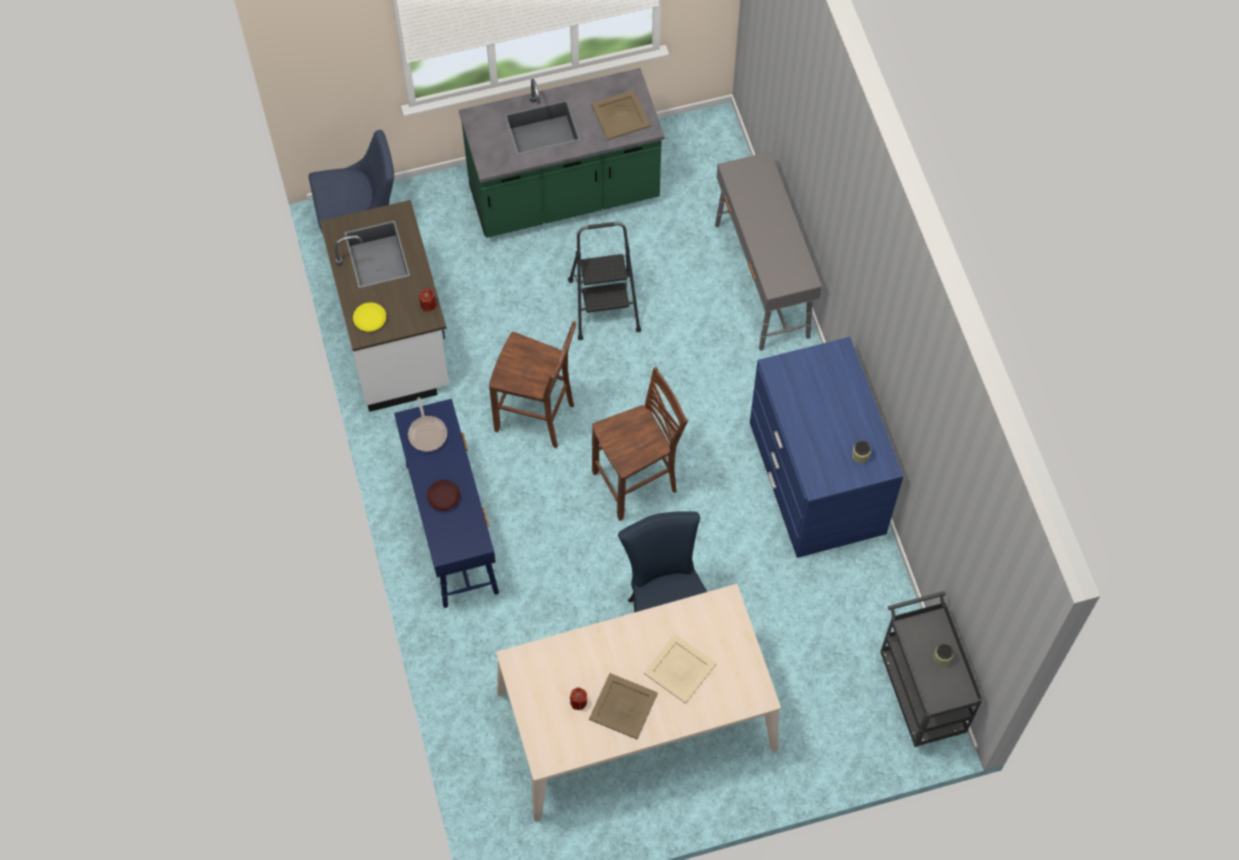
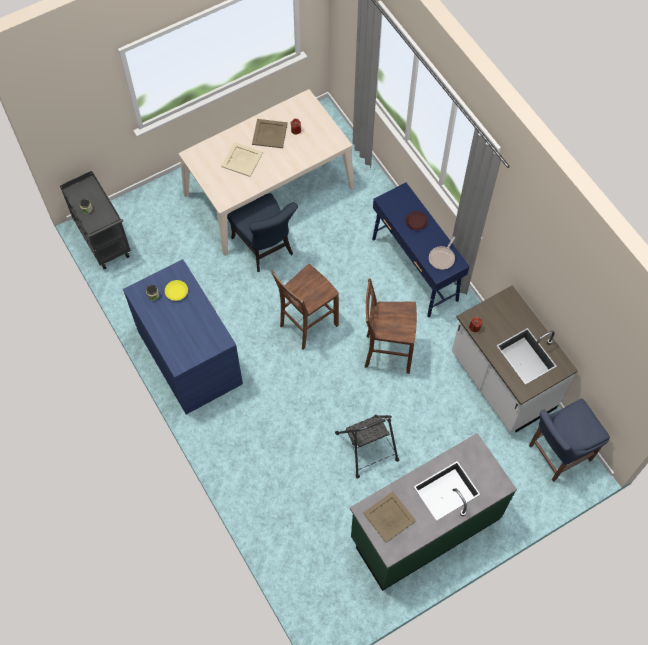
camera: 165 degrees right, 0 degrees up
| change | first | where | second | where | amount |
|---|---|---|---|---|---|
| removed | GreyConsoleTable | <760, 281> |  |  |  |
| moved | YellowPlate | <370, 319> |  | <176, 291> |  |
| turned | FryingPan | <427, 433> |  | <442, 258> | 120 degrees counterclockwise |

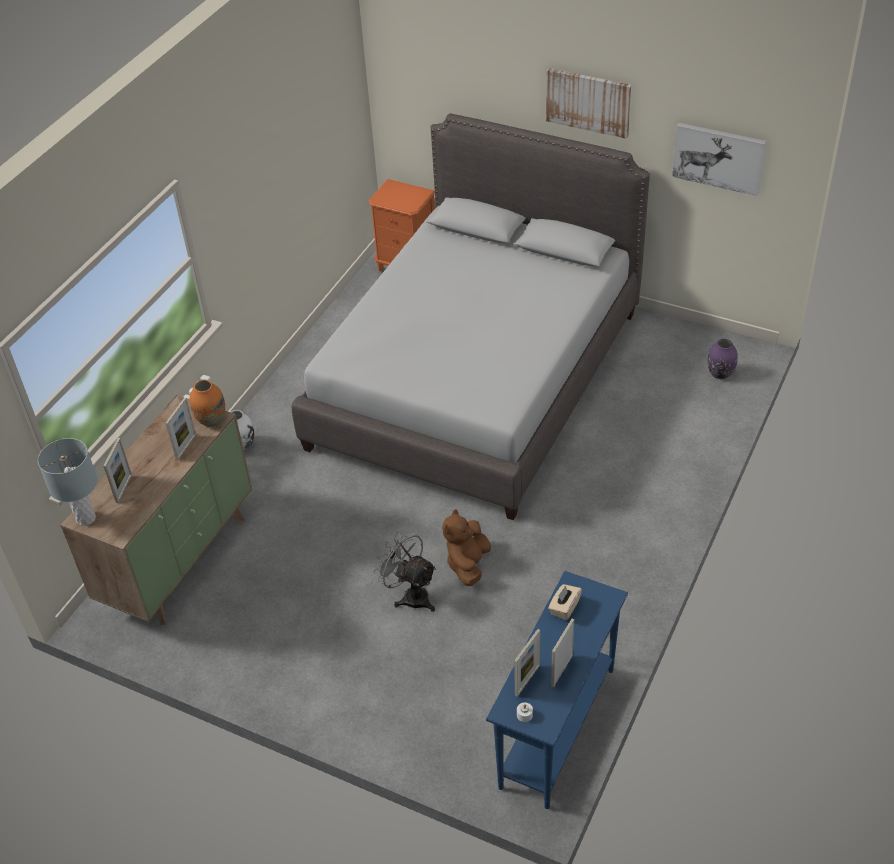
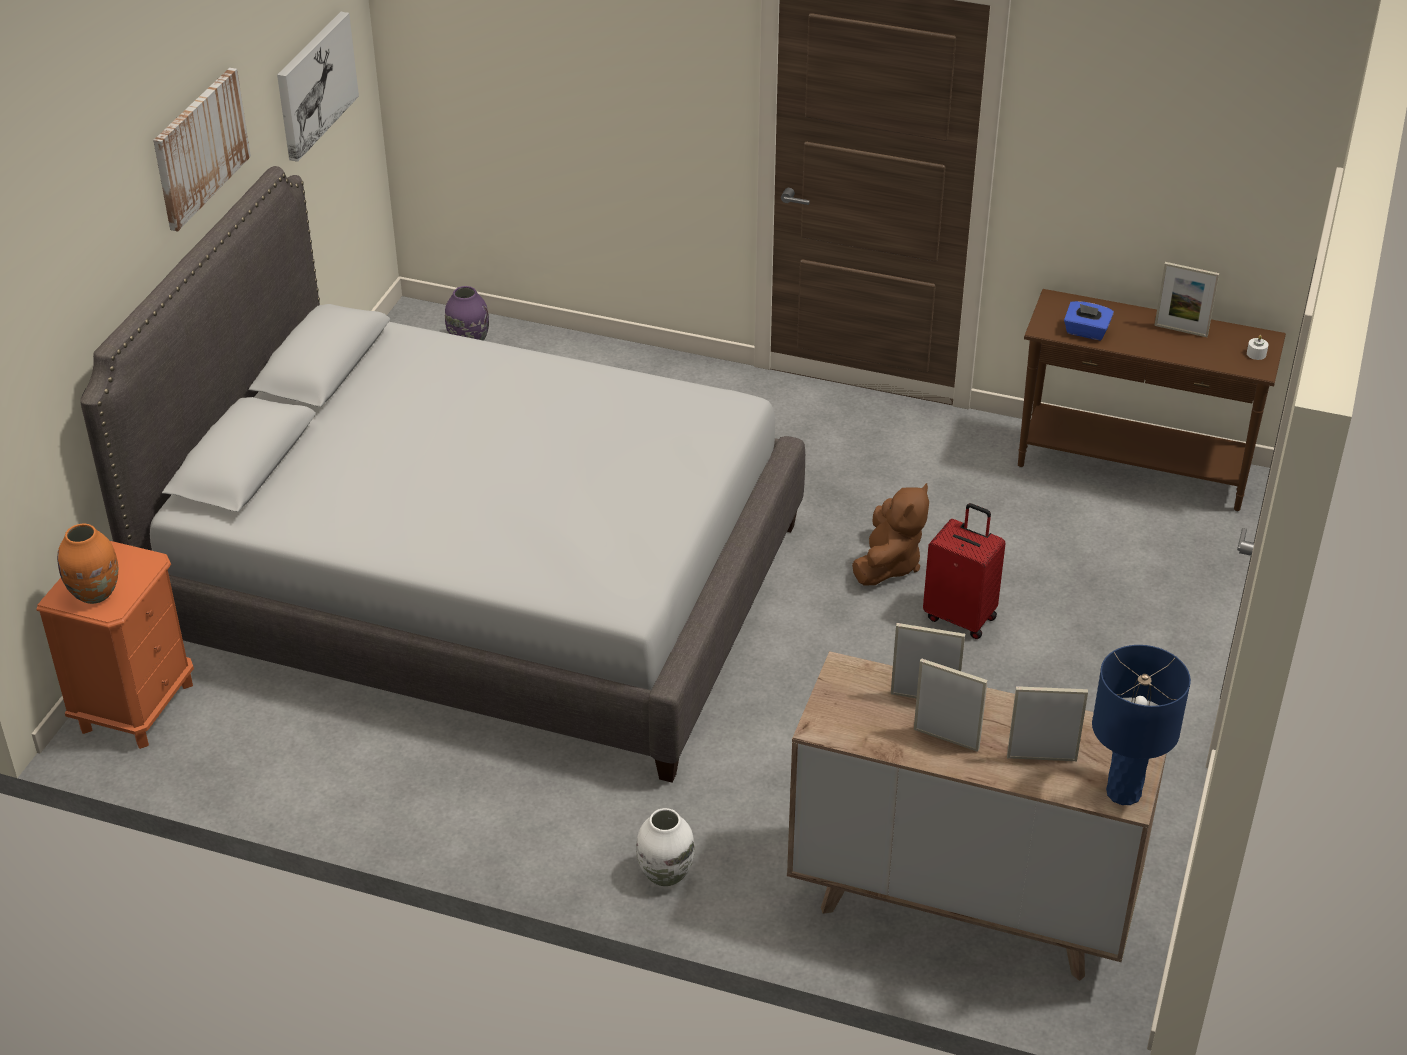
camera: 100 degrees left, 5 degrees down
| change | first | where | second | where | amount |
|---|---|---|---|---|---|
| moved | OrangeVase | <211, 420> |  | <95, 593> |  |
| recoloured | GreyTableLamp | <85, 518> | BlueTableLamp | <1124, 793> |  |
| turned | BrownPlushToy | <468, 564> |  | <888, 564> | 75 degrees counterclockwise |
| replaced | GreyFan | <410, 595> | RedSuitcase | <961, 617> |  |
| recoloured | BlueConsoleTable | <558, 729> | BrownConsoleTable | <1134, 468> |  |
| recoloured | BeigeTissueBox | <564, 608> | BlueTissueBox | <1086, 332> |  |
| moved | PictureFrame | <527, 680> |  | <946, 739> |  |

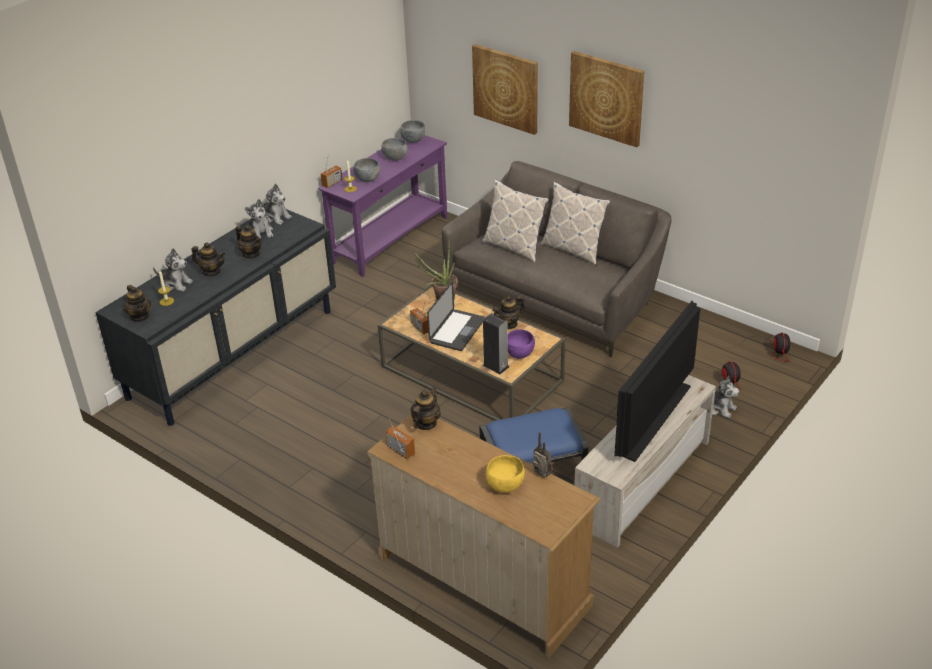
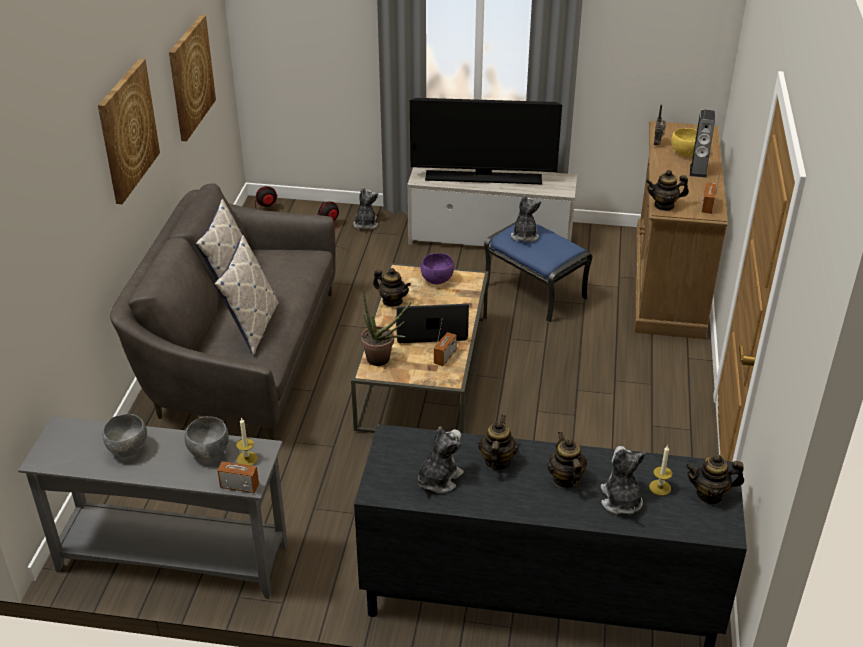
camera: 120 degrees left, 0 degrees up
| change | first | where | second | where | amount |
|---|---|---|---|---|---|
| moved | Picture | <506, 88> |  | <190, 77> |  |
| removed | GreyBowl | <413, 140> |  |  |  |
| recoloured | PurpleConsoleTable | <390, 239> | GreyConsoleTable | <172, 558> |  |
| moved | PlushToy | <276, 217> |  | <524, 235> |  |
| turned | Teapot | <140, 316> |  | <710, 495> | 120 degrees counterclockwise |
| moved | Speaker | <496, 366> |  | <698, 170> |  |

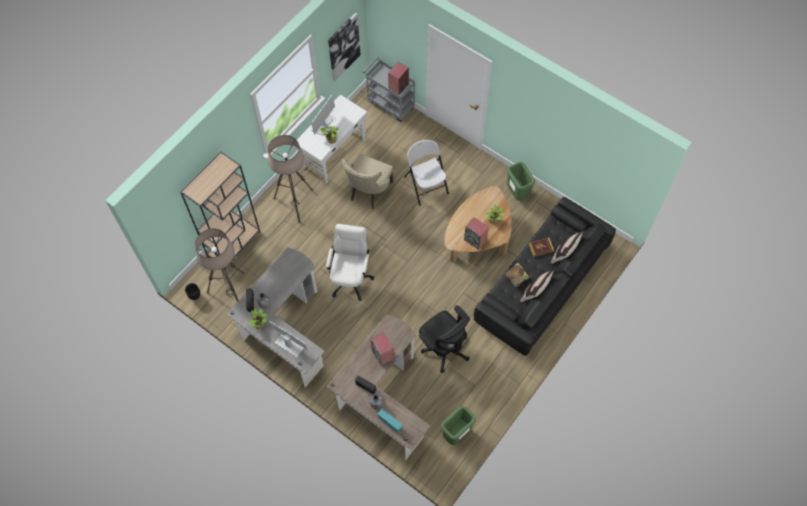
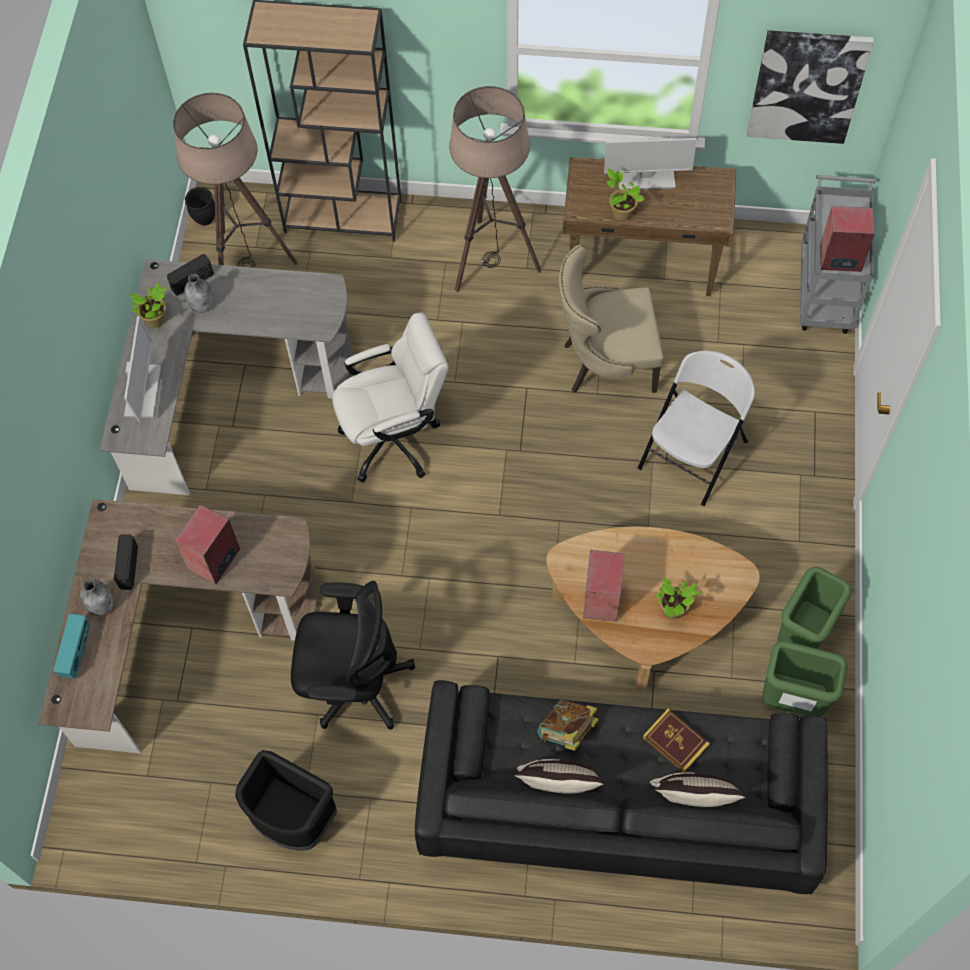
camera: 60 degrees right, 0 degrees up
| change | first | where | second | where | amount |
|---|---|---|---|---|---|
| recoloured | WhiteConsoleTable | <334, 154> | BrownConsoleTable | <642, 262> |  |
| turned | BlackOfficeChair | <443, 347> |  | <352, 685> | 105 degrees counterclockwise |
| moved | GreenTrashCan | <456, 434> |  | <791, 702> |  |
| added |  |  | BlackTrashCan | <293, 819> |  |

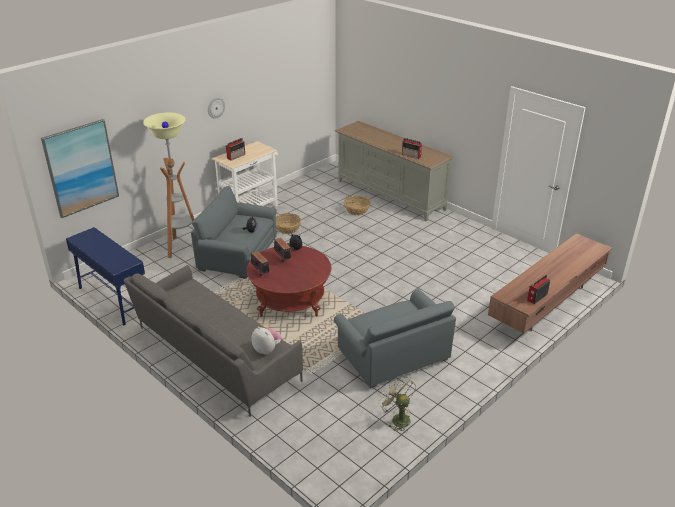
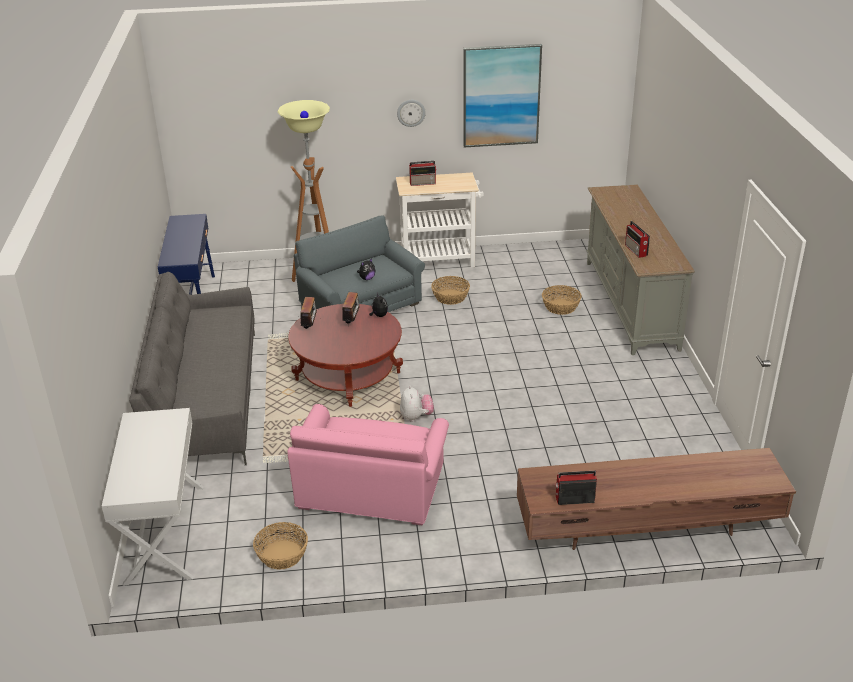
camera: 40 degrees right, 0 degrees up
| change | first | where | second | where | amount |
|---|---|---|---|---|---|
| moved | Picture | <81, 168> |  | <501, 96> |  |
| recoloured | GreyArmchair | <393, 355> | PinkArmchair | <370, 488> |  |
| moved | PlushToy | <267, 349> |  | <416, 417> |  |
| replaced | GreenFan | <397, 418> | Basket | <282, 555> |  |
| added |  |  | WhiteConsoleTable | <164, 533> |  |

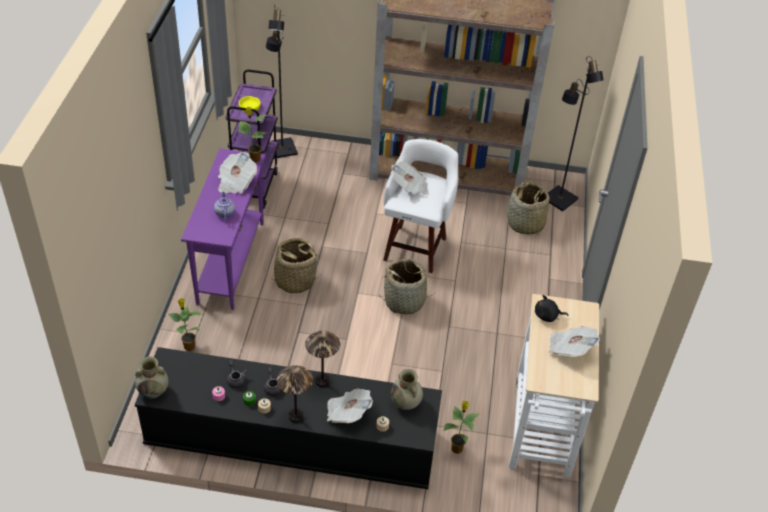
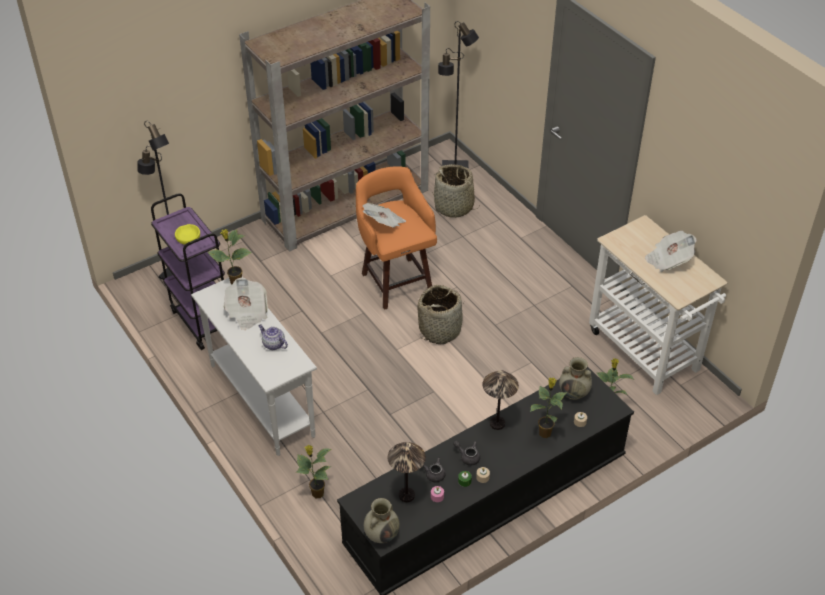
camera: 40 degrees left, 0 degrees up
| change | first | where | second | where | amount |
|---|---|---|---|---|---|
| recoloured | WhiteStool | <416, 247> | OrangeStool | <396, 281> |  |
| recoloured | PurpleConsoleTable | <230, 262> | WhiteConsoleTable | <260, 400> |  |
| removed | Basket | <295, 280> |  |  |  |
| removed | BlackPlushToy | <547, 316> |  |  |  |
| moved | TableLamp | <296, 416> |  | <407, 495> |  |
| replaced | Newspaper | <347, 413> | PottedPlant | <545, 432> |  |

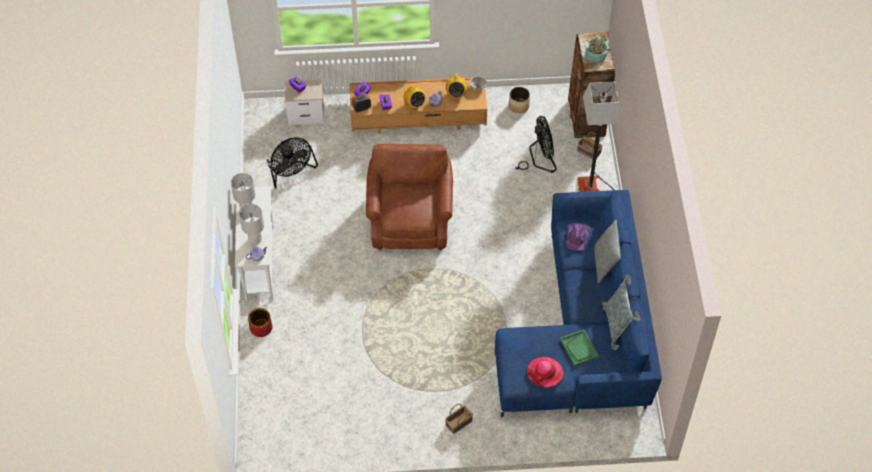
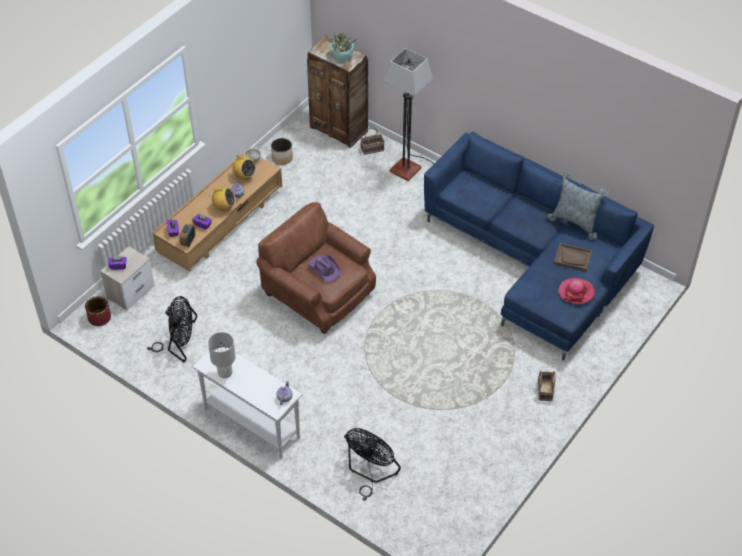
camera: 50 degrees left, 5 degrees down
| change | first | where | second | where | amount |
|---|---|---|---|---|---|
| moved | BlackFan | <538, 157> |  | <368, 471> |  |
| removed | GreyTableLamp | <255, 240> |  |  |  |
| removed | GreyPillow | <605, 263> |  |  |  |
| moved | PurpleHat | <578, 237> |  | <324, 268> |  |
| moved | RedPlanter | <261, 328> |  | <99, 318> |  |
| recoloured | GreenTray | <579, 348> | BrownTray | <573, 258> |  |

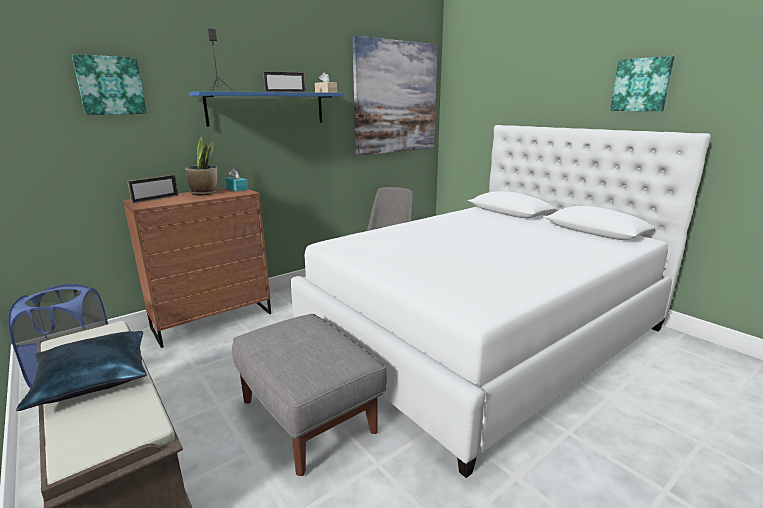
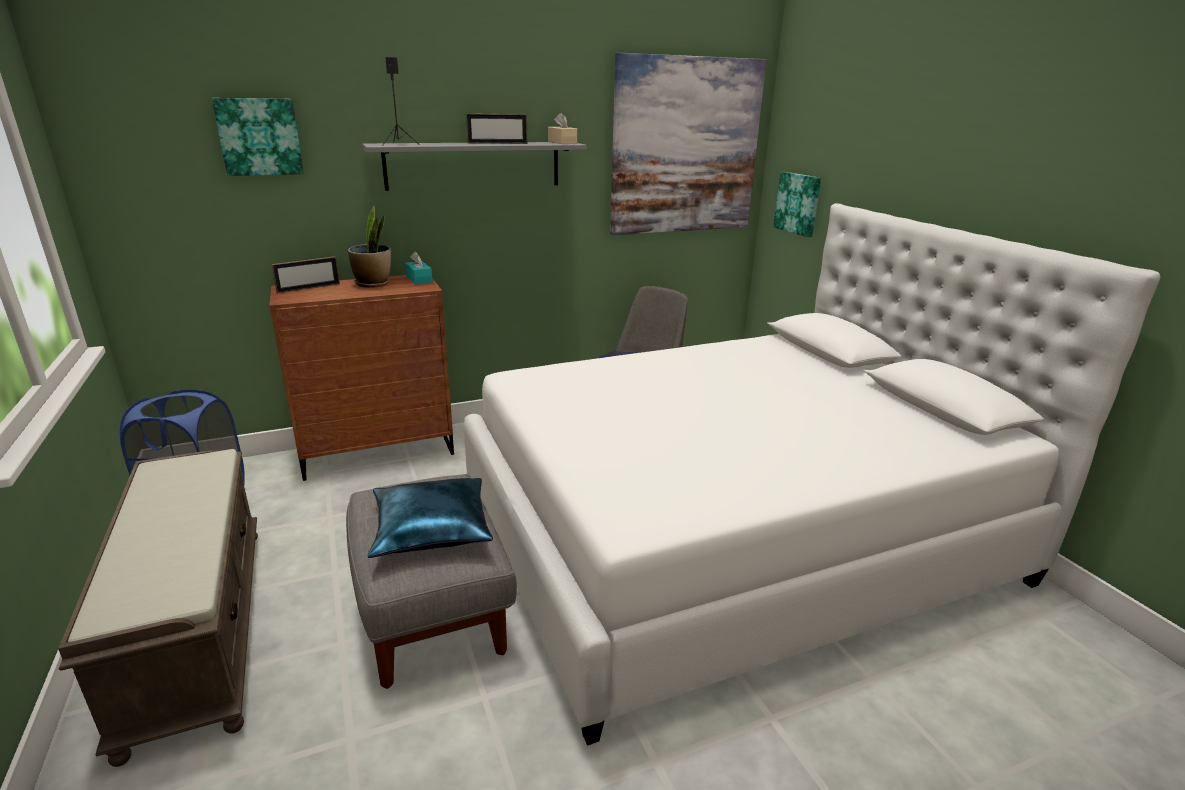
camera: 15 degrees right, 5 degrees up
| change | first | where | second | where | amount |
|---|---|---|---|---|---|
| moved | Picture | <641, 85> |  | <798, 203> |  |
| recoloured | BlueShelf | <267, 108> | GreyShelf | <474, 165> |  |
| moved | BluePillow | <92, 378> |  | <431, 529> |  |

